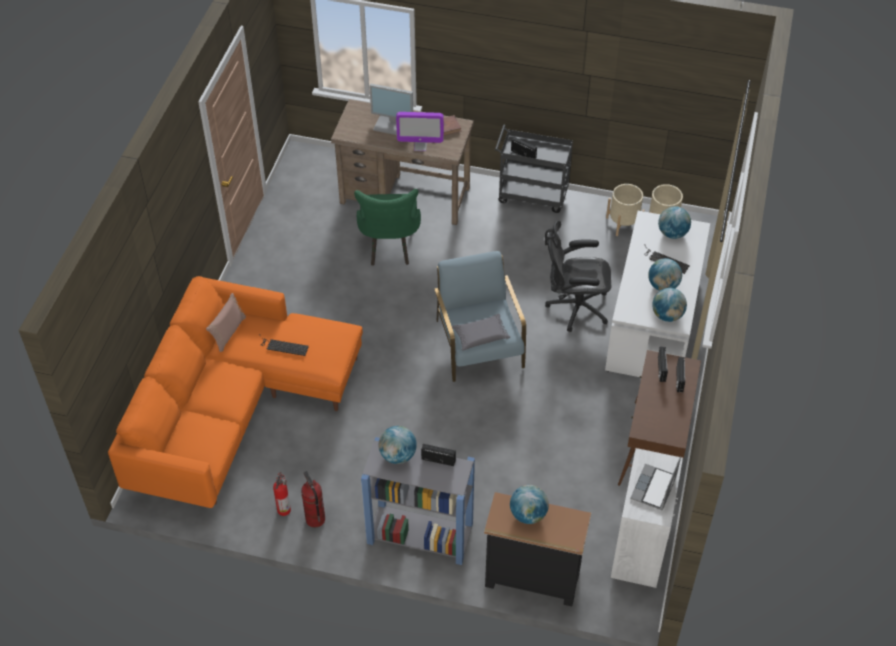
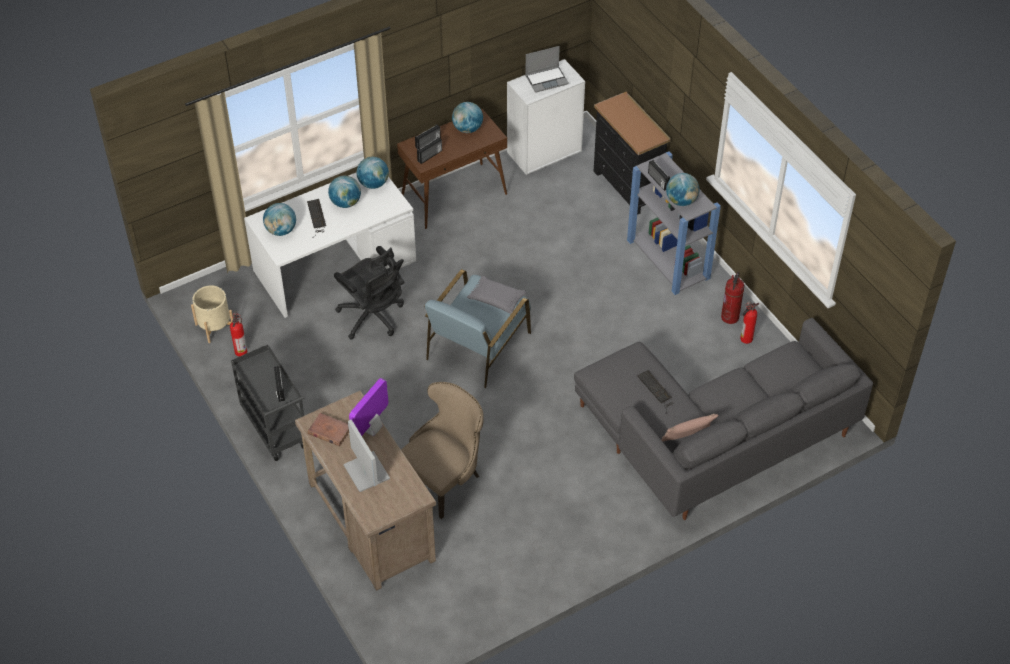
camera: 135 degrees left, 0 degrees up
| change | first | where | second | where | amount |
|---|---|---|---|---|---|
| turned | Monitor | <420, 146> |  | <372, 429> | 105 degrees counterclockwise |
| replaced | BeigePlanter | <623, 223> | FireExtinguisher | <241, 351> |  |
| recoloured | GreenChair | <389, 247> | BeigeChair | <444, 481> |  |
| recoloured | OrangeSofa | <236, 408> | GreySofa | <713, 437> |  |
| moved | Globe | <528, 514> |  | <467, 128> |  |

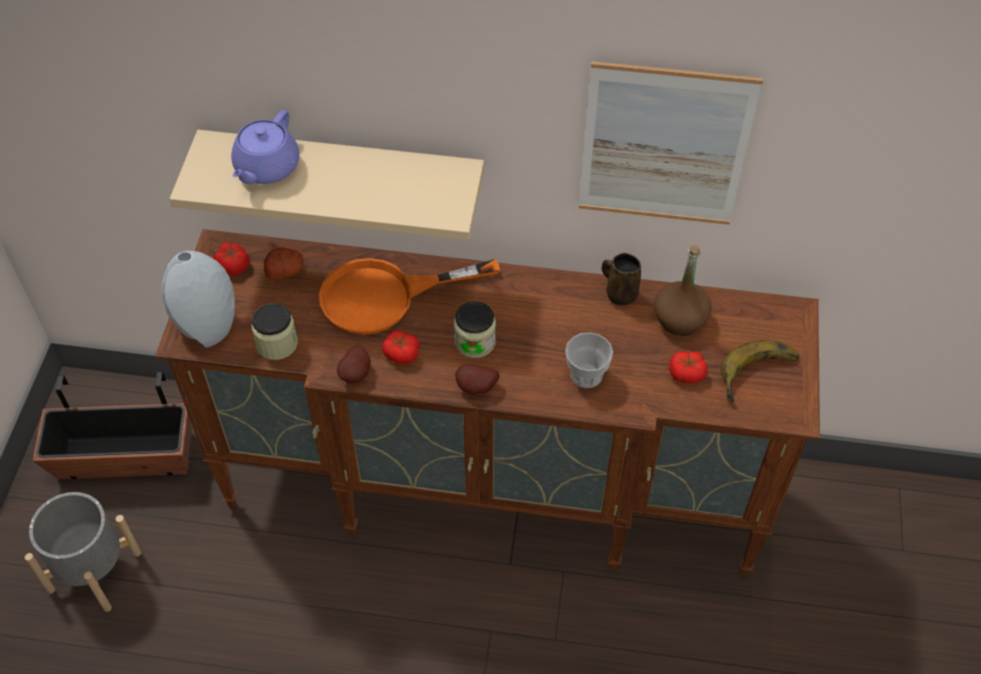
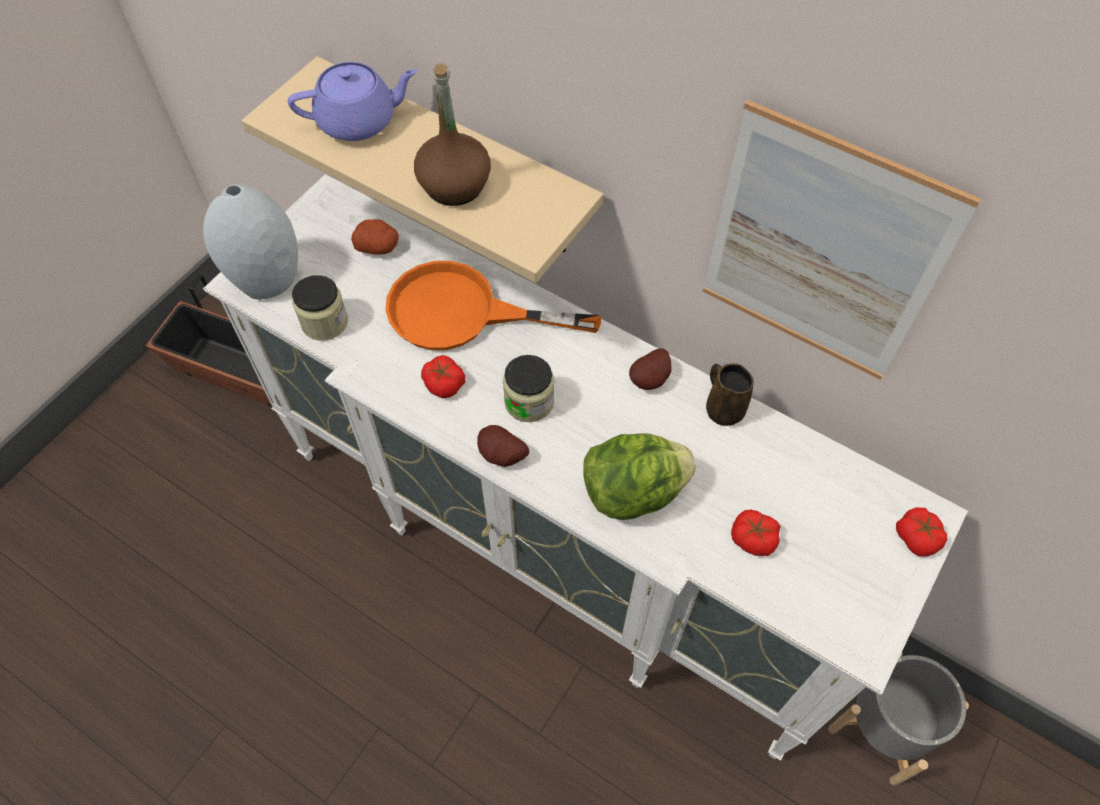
camera: 25 degrees right, 5 degrees up
| change | first | where | second | where | amount |
|---|---|---|---|---|---|
| turned | PurpleTeapot | <266, 168> |  | <359, 121> | 150 degrees counterclockwise |
| recoloured | BrownCabinet | <492, 490> | WhiteCabinet | <555, 547> |  |
| moved | Tomato | <233, 265> |  | <917, 537> |  |
| moved | BrownBottle | <680, 319> |  | <455, 186> |  |
| replaced | Cup | <586, 375> | Lettuce | <632, 491> |  |
| removed | Banana | <760, 376> |  |  |  |
| moved | Potato | <357, 374> |  | <651, 380> |  |
| moved | GreyPlanter | <94, 572> |  | <882, 728> |  |

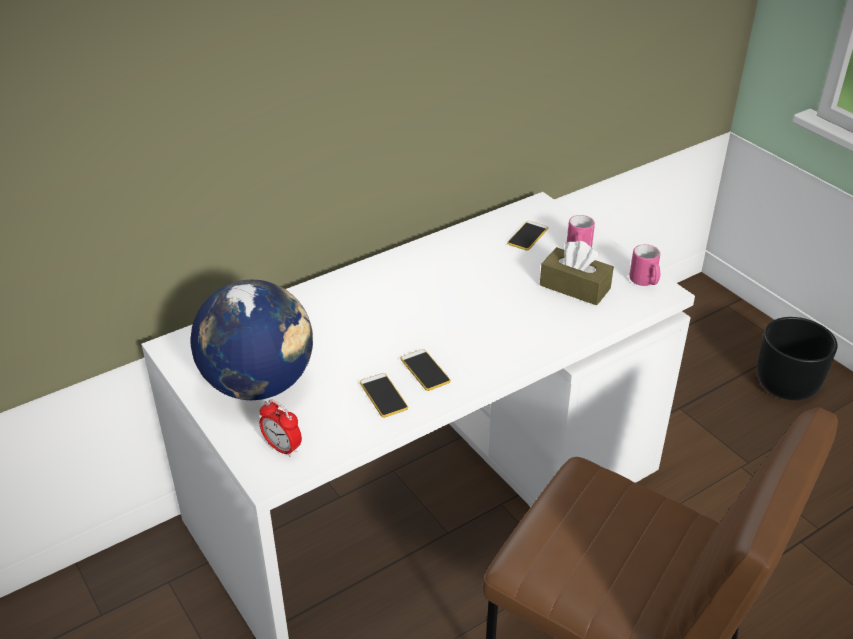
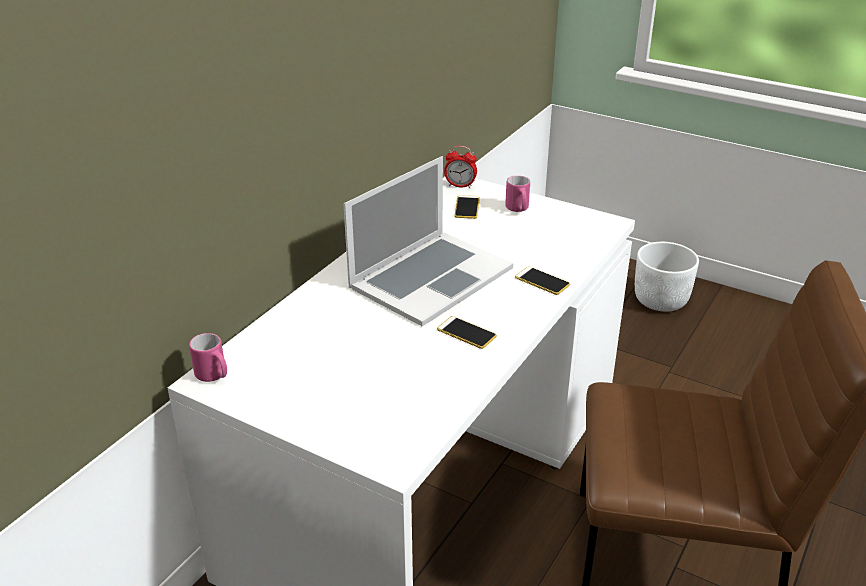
camera: 25 degrees left, 5 degrees down
| change | first | where | second | where | amount |
|---|---|---|---|---|---|
| removed | BrownTissueBox | <575, 287> |  |  |  |
| moved | PinkMug | <645, 282> |  | <214, 376> |  |
| removed | Globe | <259, 384> |  |  |  |
| recoloured | BlackPlanter | <787, 384> | WhitePlanter | <661, 300> |  |
| moved | Phone | <383, 395> |  | <542, 281> |  |
| moved | AlarmClock | <282, 448> |  | <460, 185> |  |
| added |  |  | Laptop | <430, 277> |  |

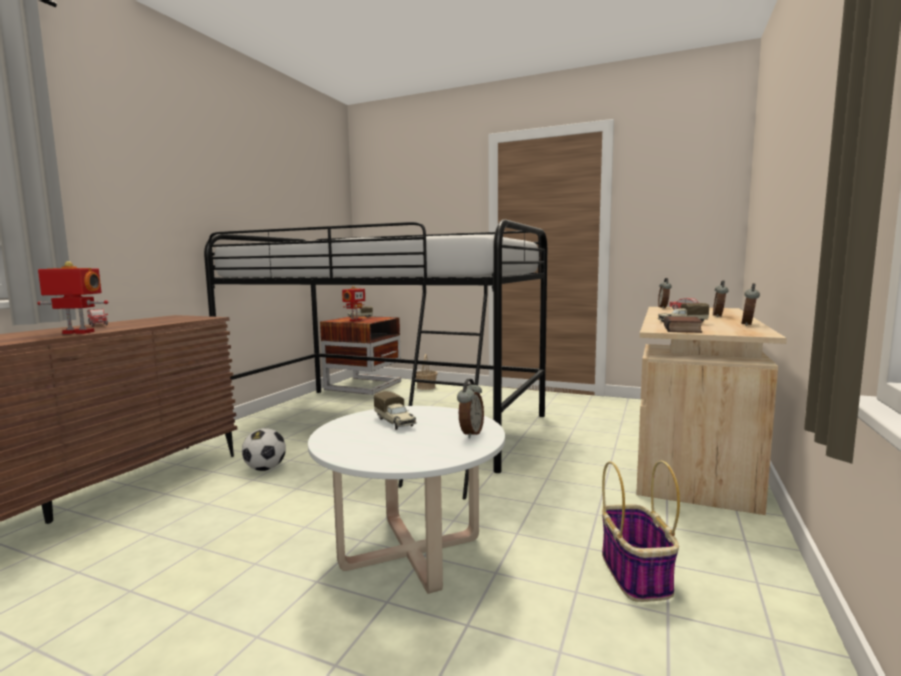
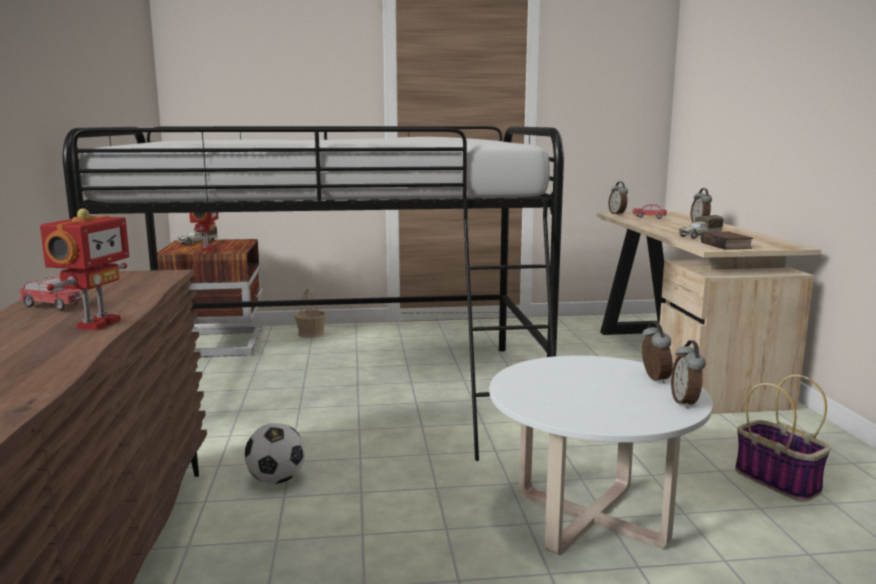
camera: 30 degrees left, 5 degrees up
| change | first | where | second | where | amount |
|---|---|---|---|---|---|
| turned | ToyRobot | <77, 333> |  | <96, 324> | 135 degrees clockwise |
| moved | AlarmClock | <749, 325> |  | <686, 403> |  |
| removed | ToyTruck | <395, 422> |  |  |  |

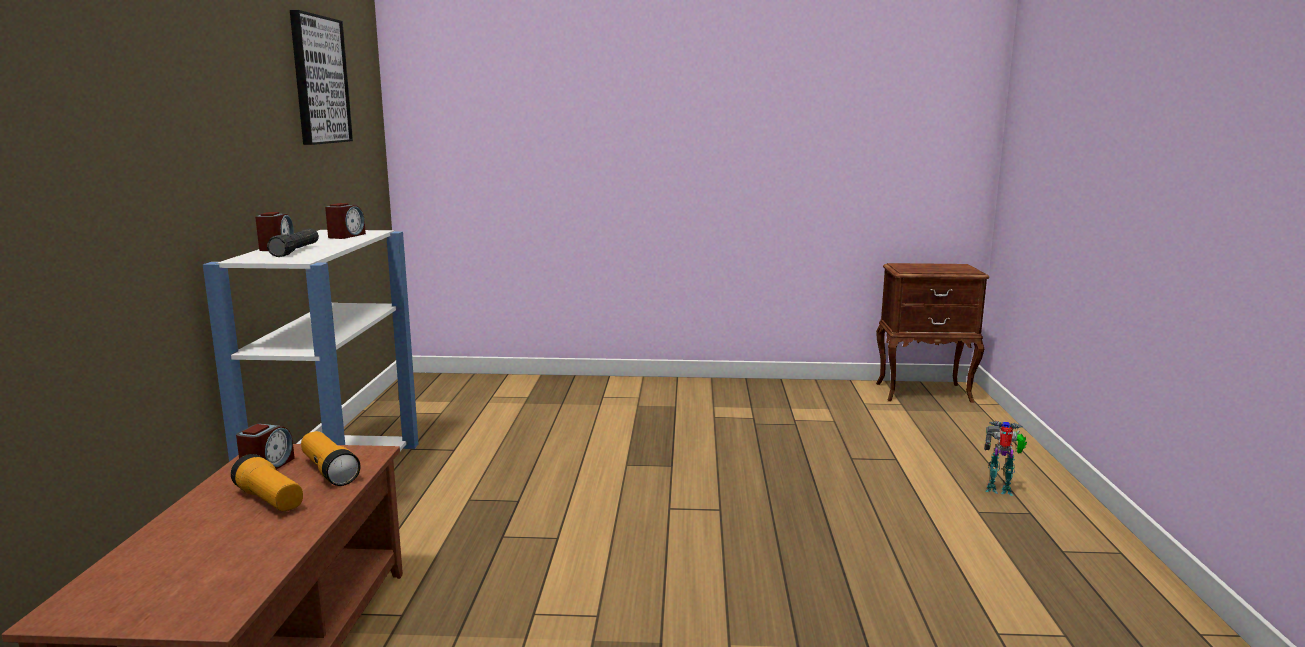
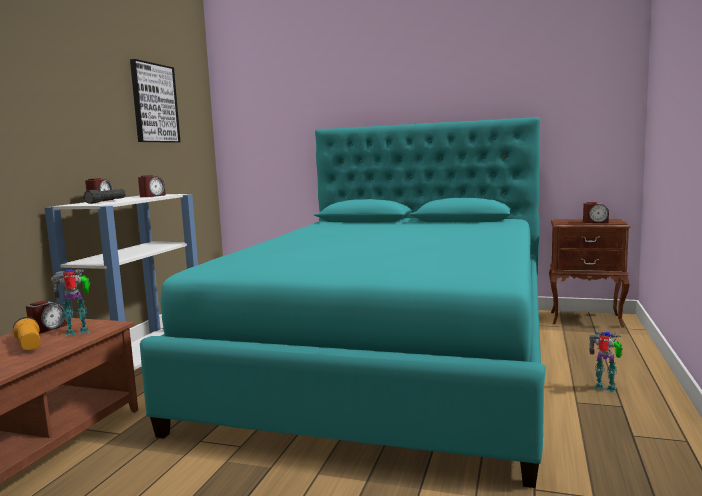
camera: 15 degrees right, 5 degrees down
| change | first | where | second | where | amount |
|---|---|---|---|---|---|
| replaced | Flashlight | <329, 471> | ToyRobot | <78, 332> |  |
| added |  |  | TurquoiseBed | <392, 358> |  |
| added |  |  | AlarmClock | <595, 222> |  |

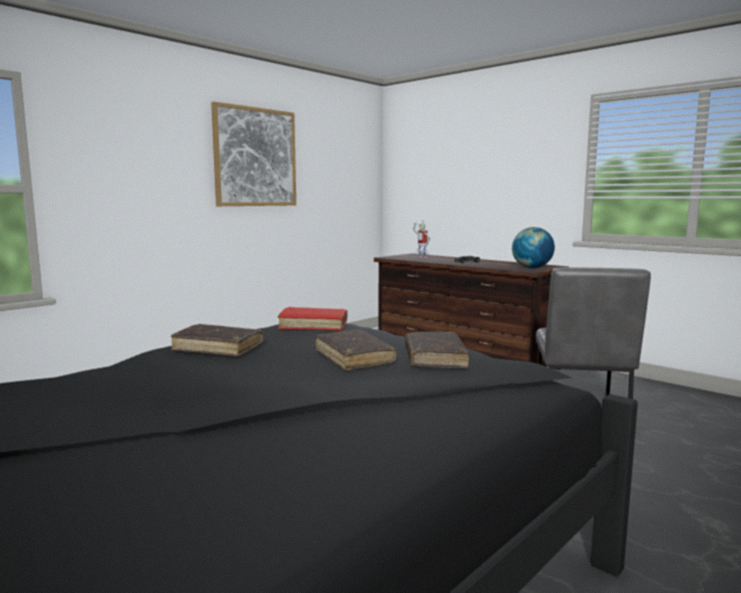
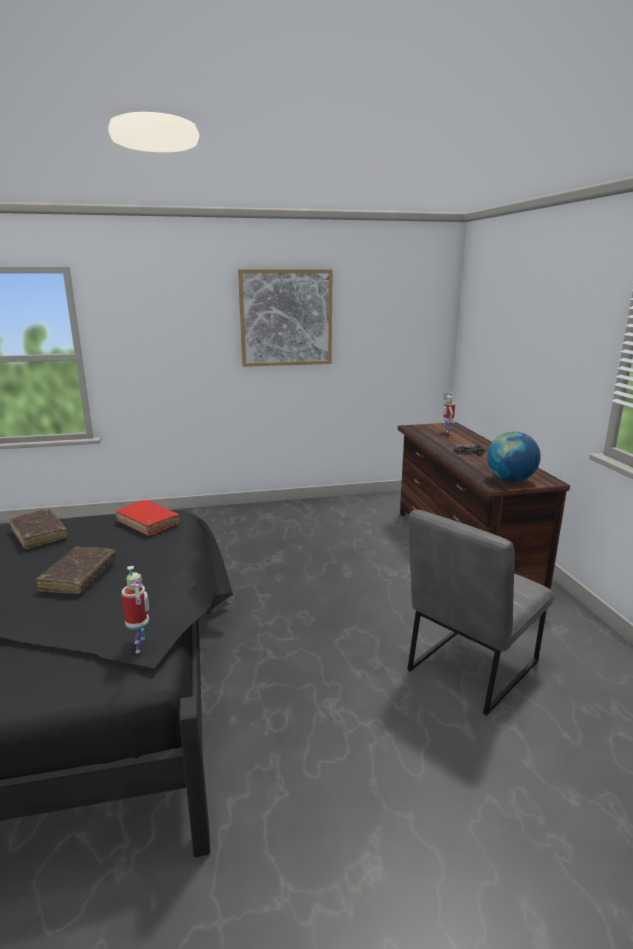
camera: 35 degrees right, 10 degrees up
| change | first | where | second | where | amount |
|---|---|---|---|---|---|
| removed | BrownBook | <434, 359> |  |  |  |
| added |  |  | ToyRobot | <141, 646> |  |

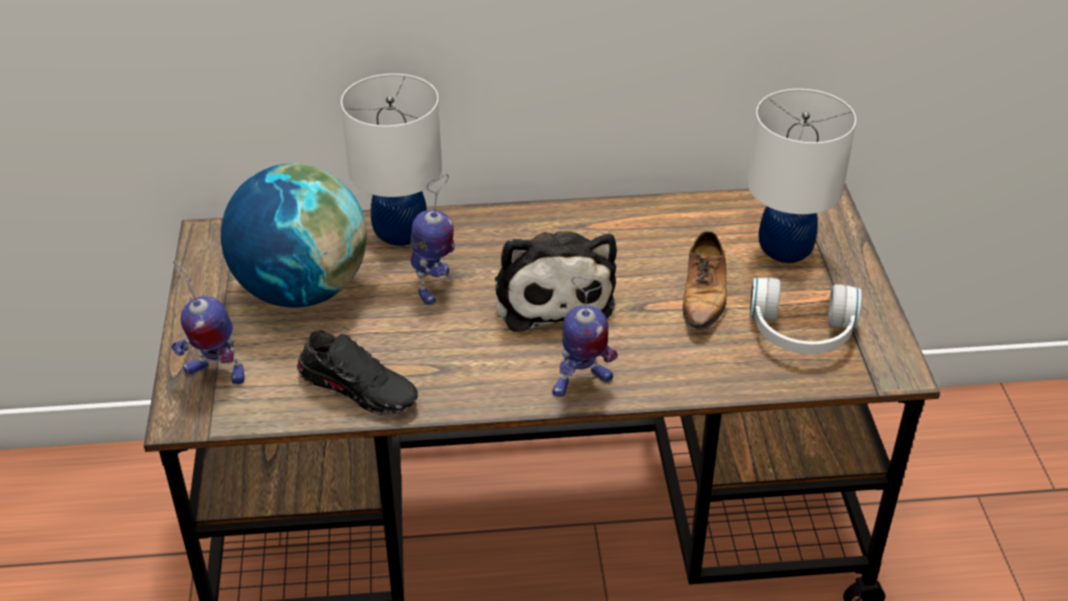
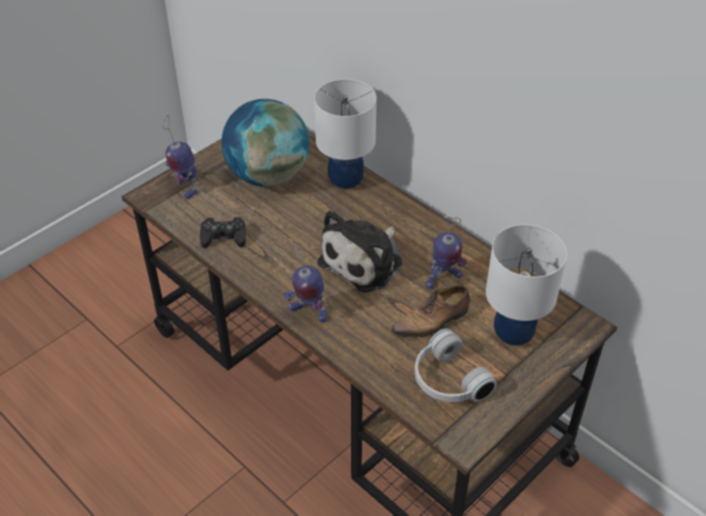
camera: 50 degrees right, 5 degrees up
| change | first | where | second | where | amount |
|---|---|---|---|---|---|
| moved | ToyRobot | <433, 286> |  | <442, 279> |  |
| replaced | BlackShoe | <360, 387> | BlackGameController | <224, 237> |  |

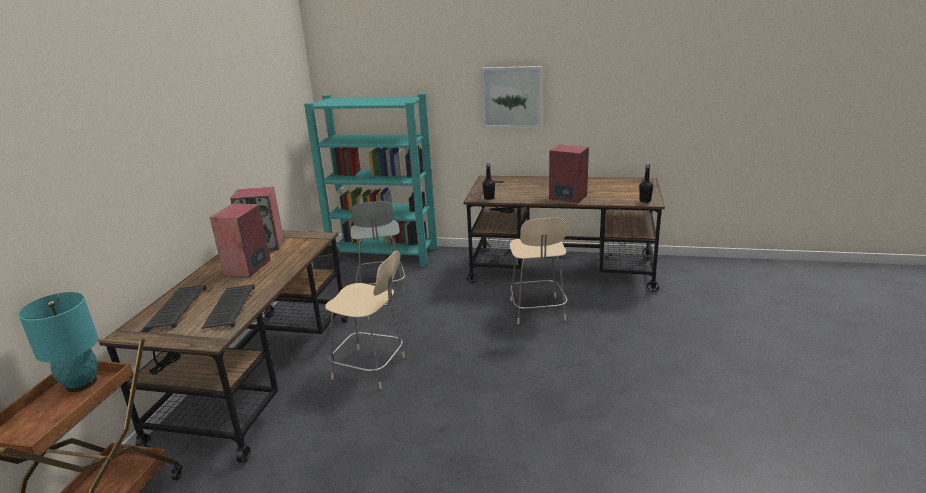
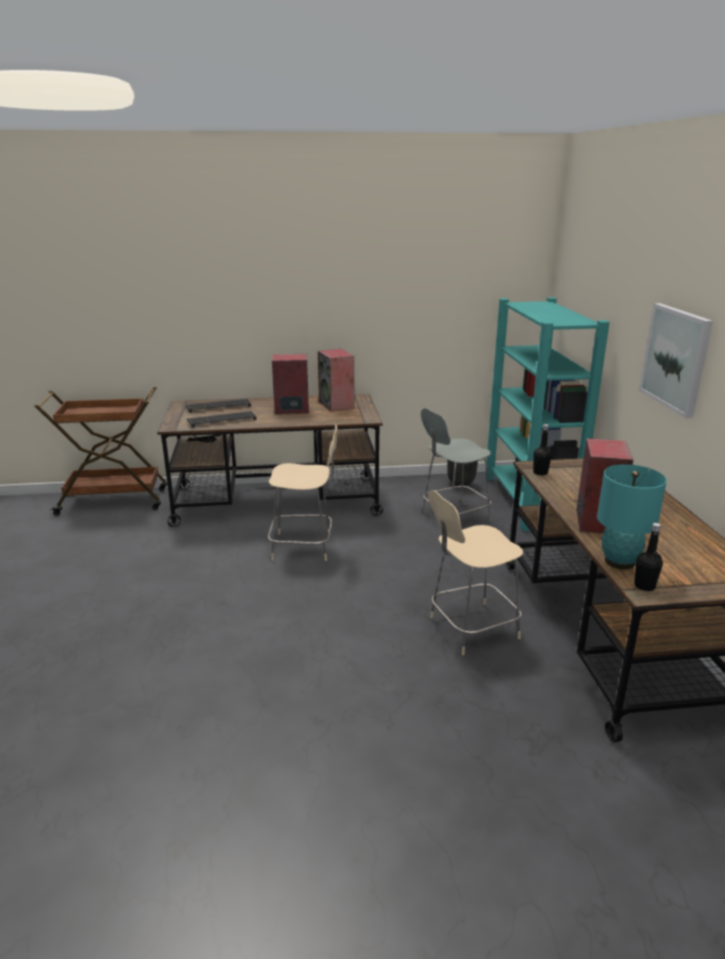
camera: 70 degrees right, 0 degrees up
| change | first | where | second | where | amount |
|---|---|---|---|---|---|
| turned | BeigeChair | <371, 368> |  | <304, 546> | 90 degrees counterclockwise |
| moved | TurquoiseTableLamp | <81, 383> |  | <619, 562> |  |

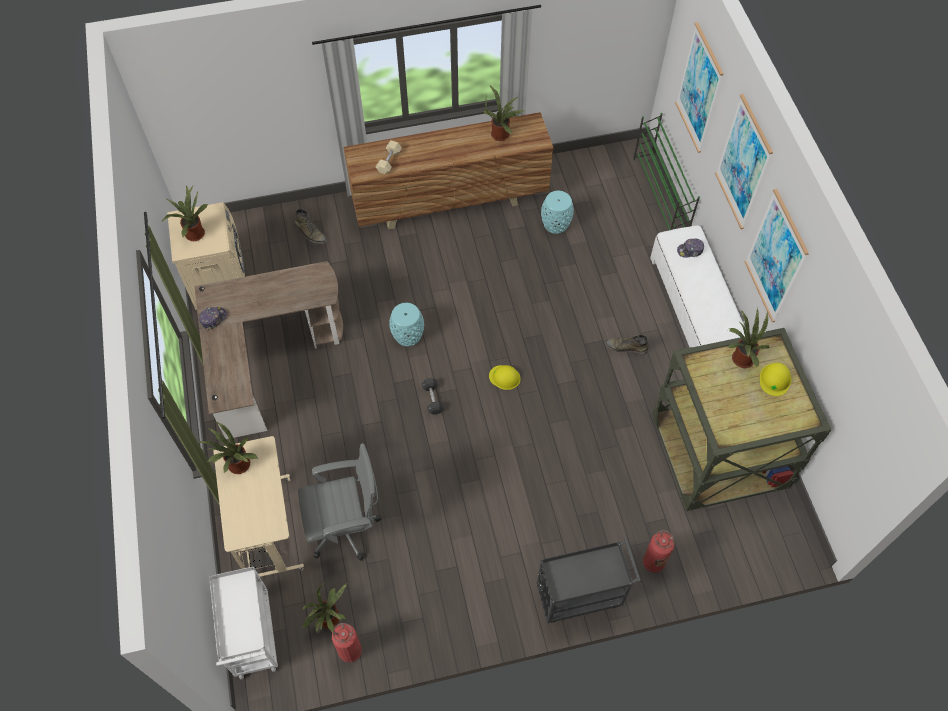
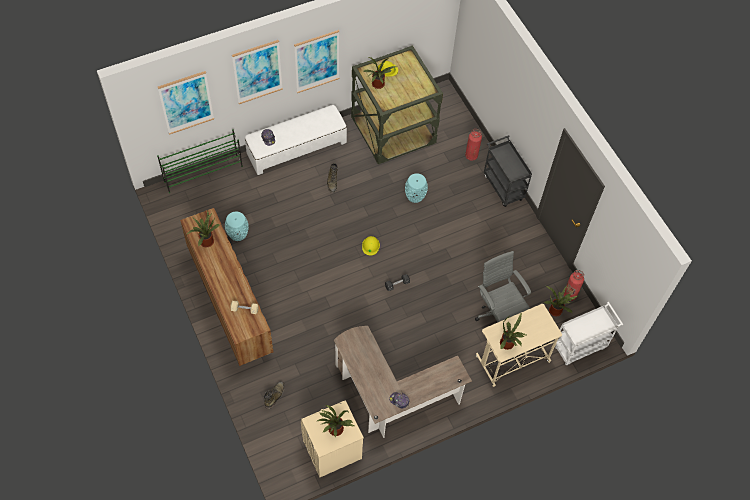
camera: 105 degrees left, 0 degrees up
| change | first | where | second | where | amount |
|---|---|---|---|---|---|
| moved | TurquoiseStool | <408, 335> |  | <415, 195> |  |

